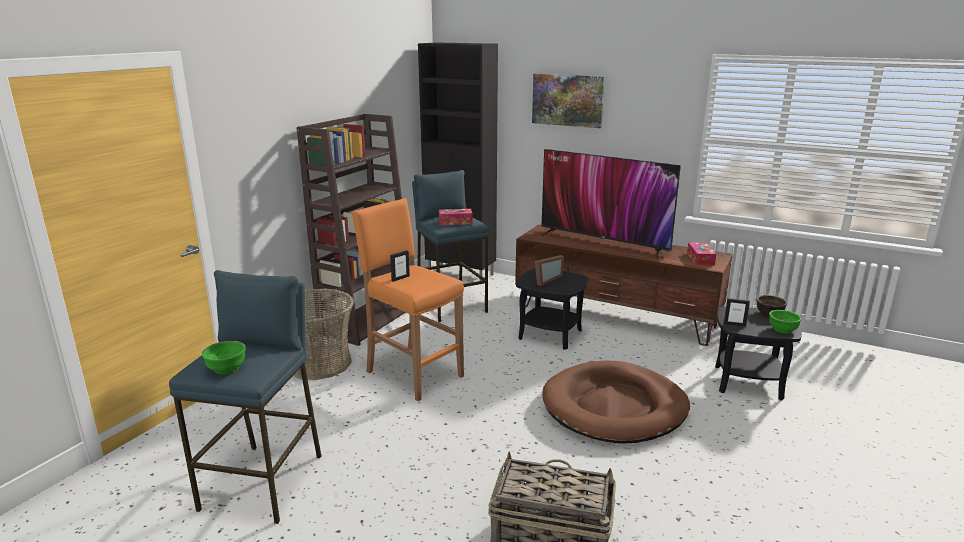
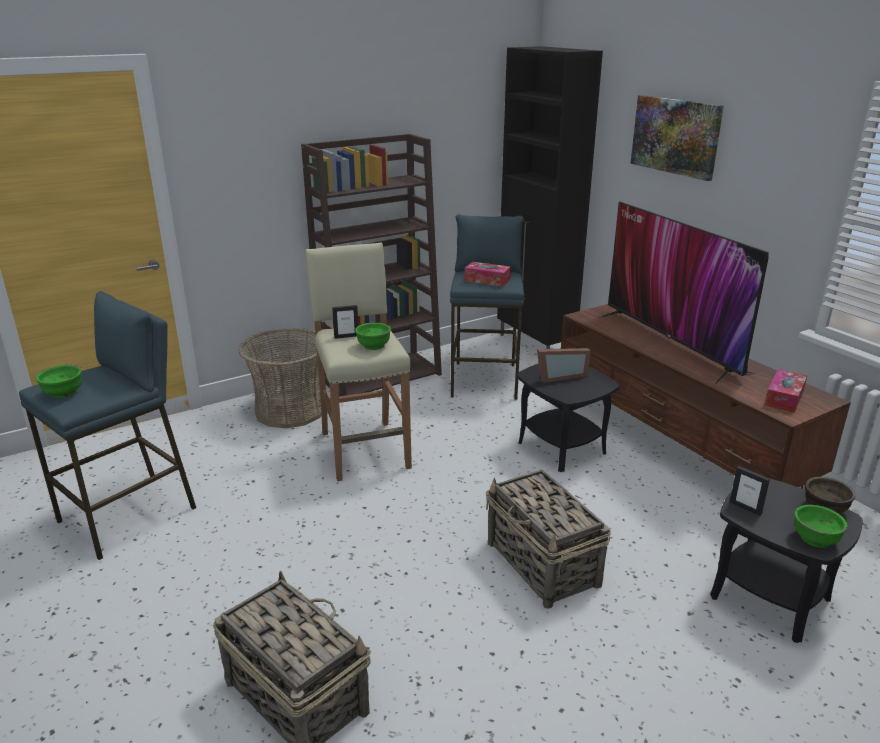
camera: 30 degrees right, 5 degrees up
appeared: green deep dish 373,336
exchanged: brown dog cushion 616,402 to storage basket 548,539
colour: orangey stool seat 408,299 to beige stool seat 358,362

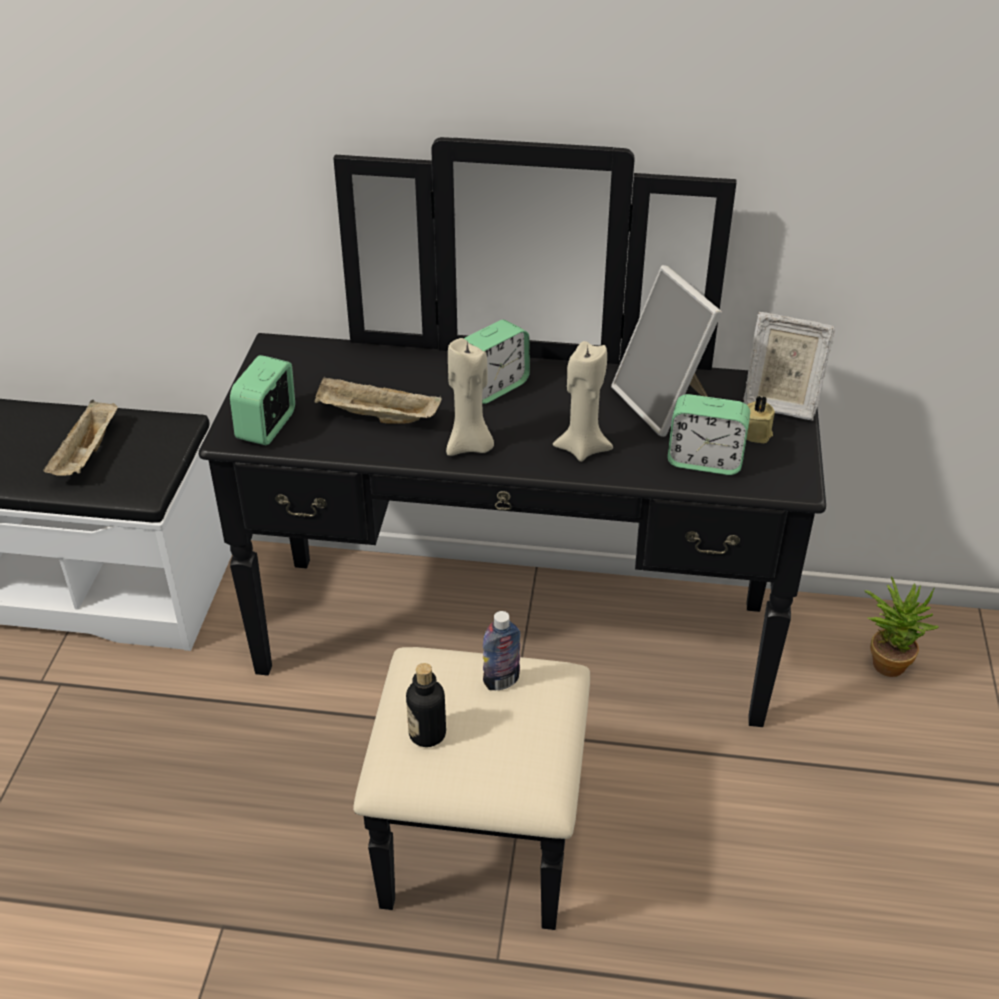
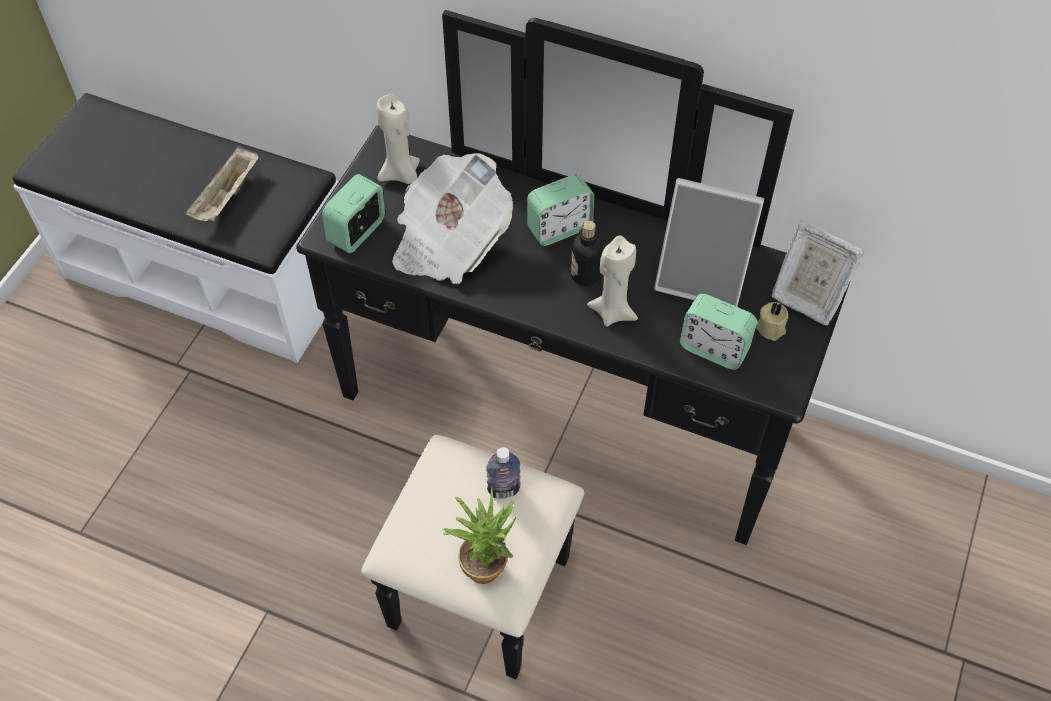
camera: 15 degrees right, 15 degrees up
relocated: beige wax candle 470,397 to 398,139; houseplant 901,626 to 479,535; drink bottle 426,705 to 587,253
exchanged: beige serving tray 378,400 to printed paper 452,218
spun: standing frame 666,351 = 709,242 60 degrees counterclockwise

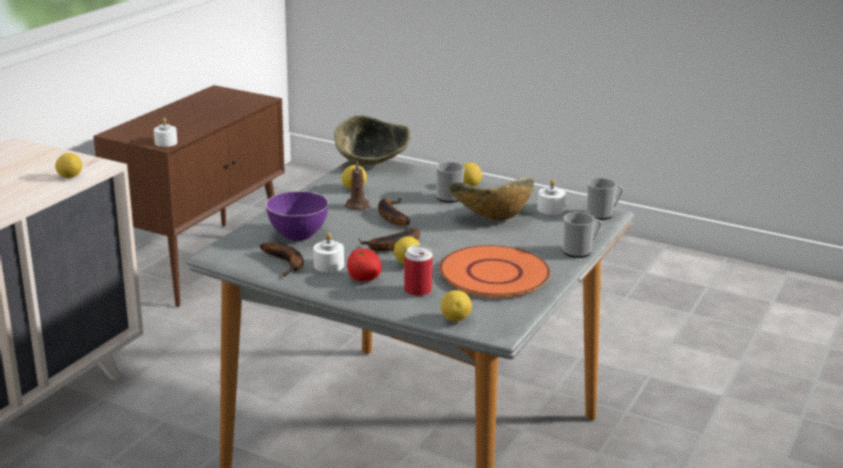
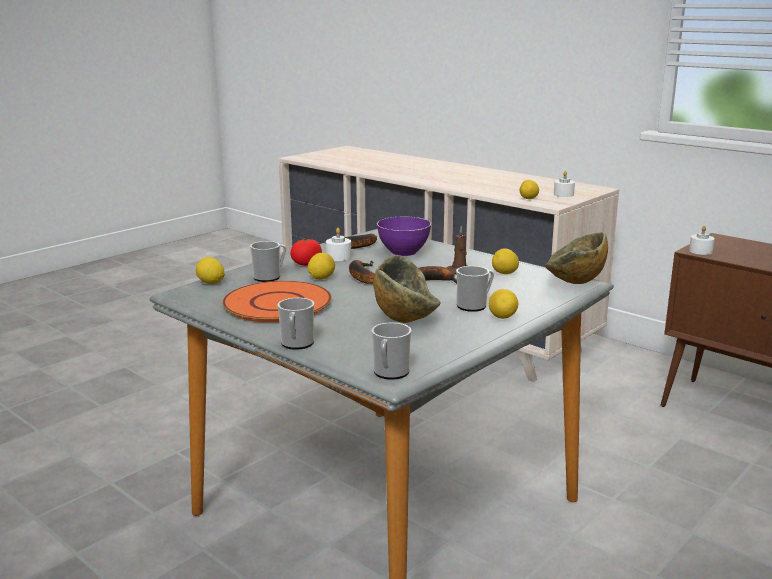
camera: 105 degrees right, 5 degrees down
relocated: whitish wax candle 551,197 to 564,184
exchanged: metal can 418,271 to mug 268,261

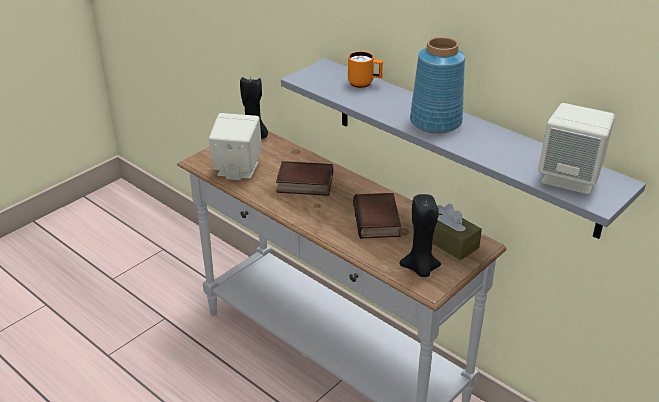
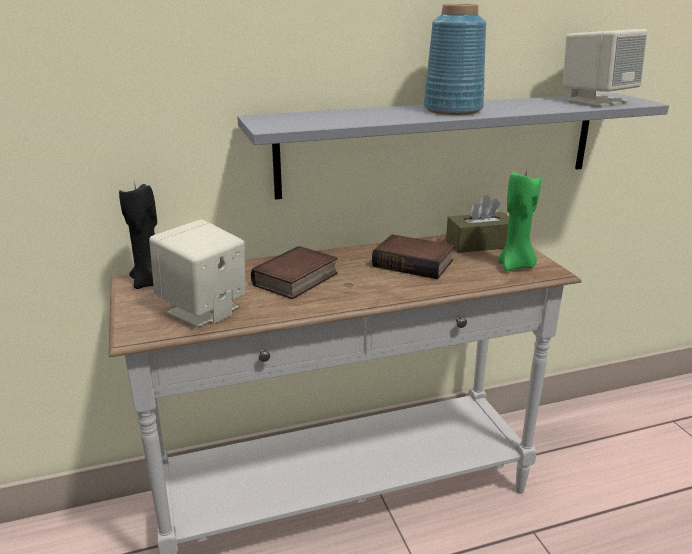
camera: 60 degrees left, 10 degrees down
missing: orangey mug 365,69
colour: black-coloured wax candle 420,235 to green wax candle 519,220

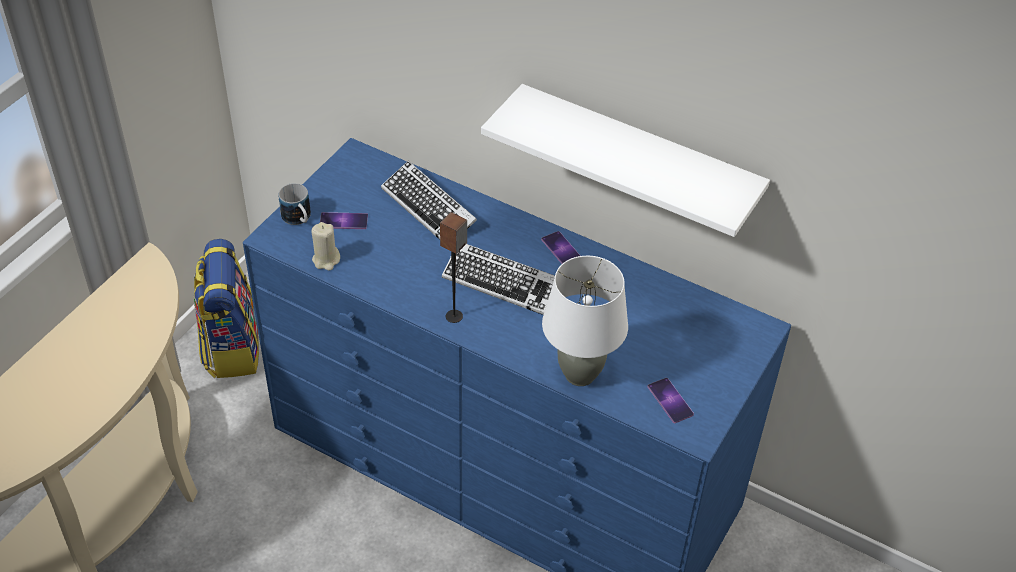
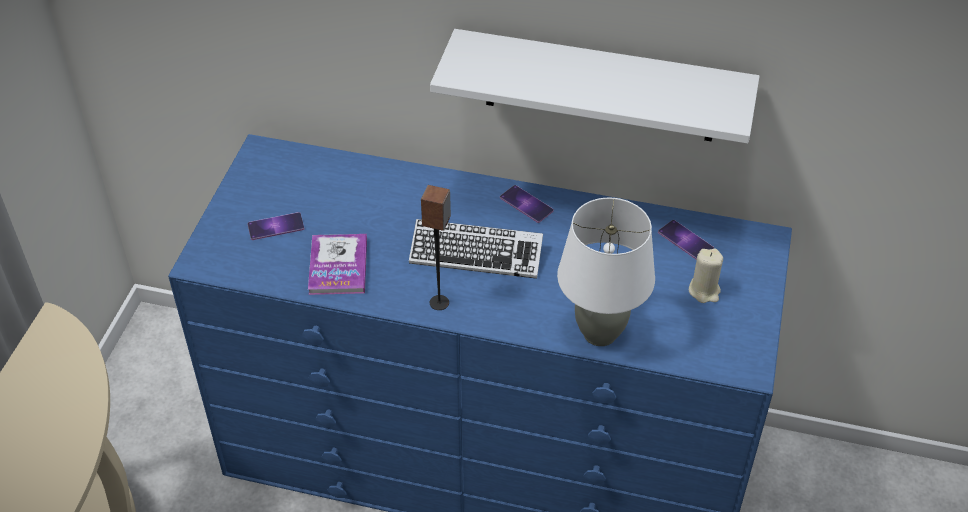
camera: 15 degrees left, 0 degrees up
missing: PC keyboard 429,200; mug 294,204; backpack 226,308
appeared: volume 337,264
relocated: beige wax candle 325,246 to 706,276; telephone 670,400 to 686,240

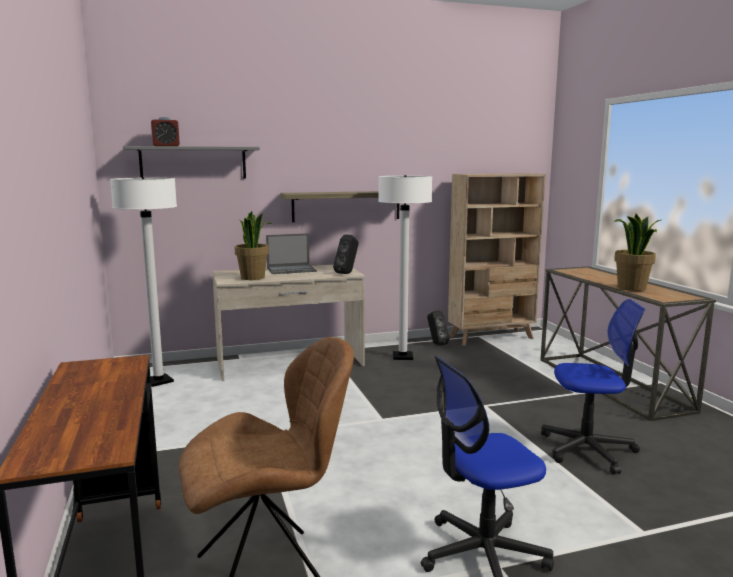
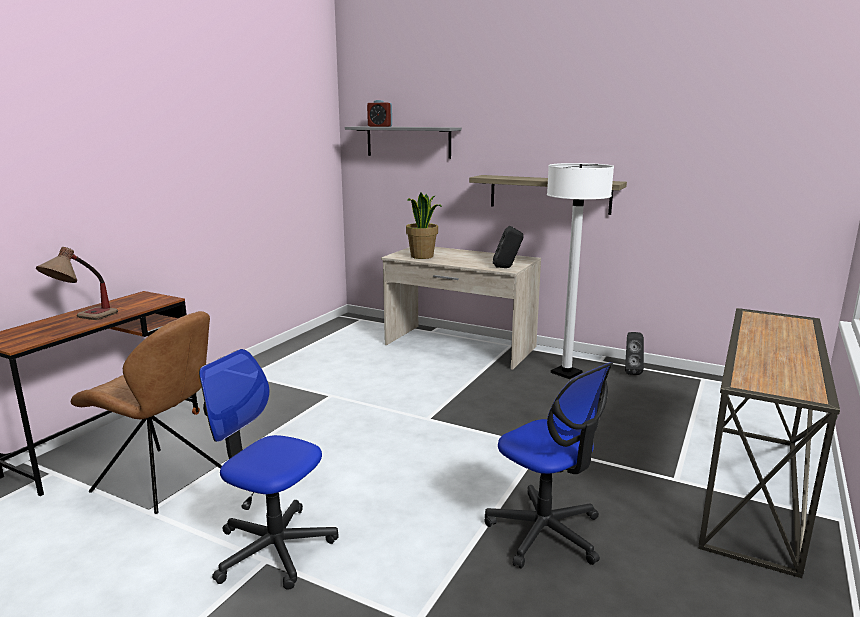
camera: 45 degrees right, 5 degrees up
missing: beige bookshelf 497,260; whitish standing lamp 143,282; houseplant 637,252; laptop 291,253
appeared: lamp for a table 77,283

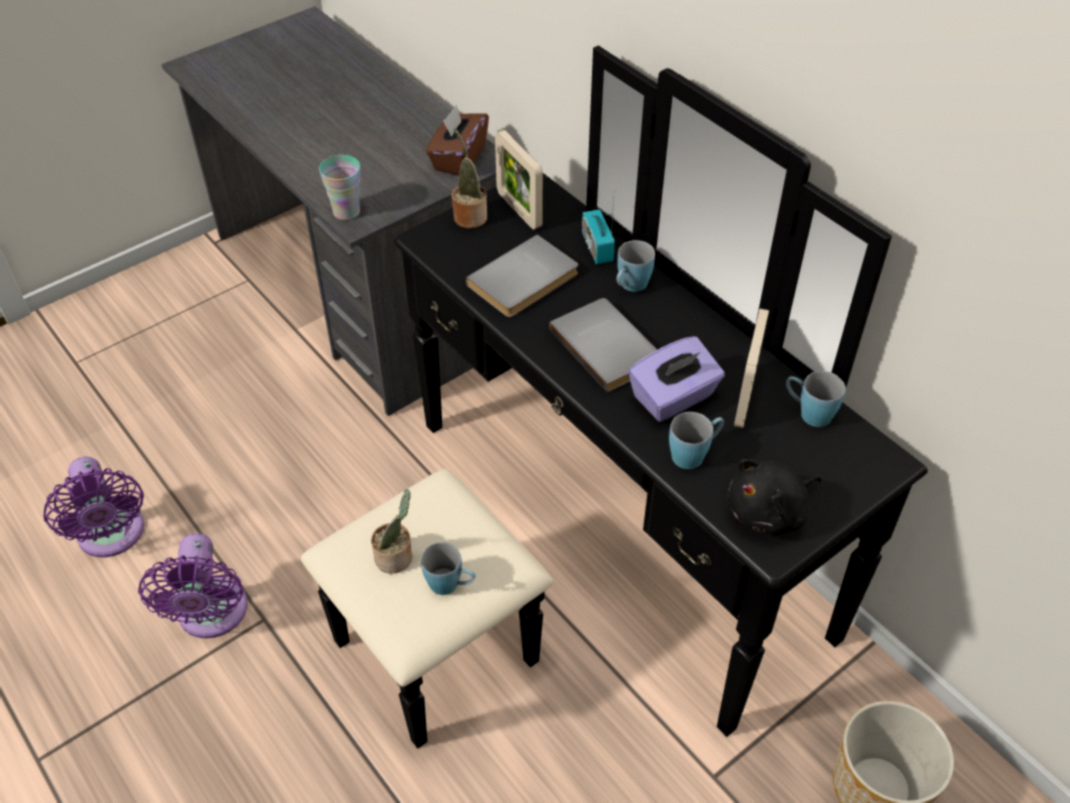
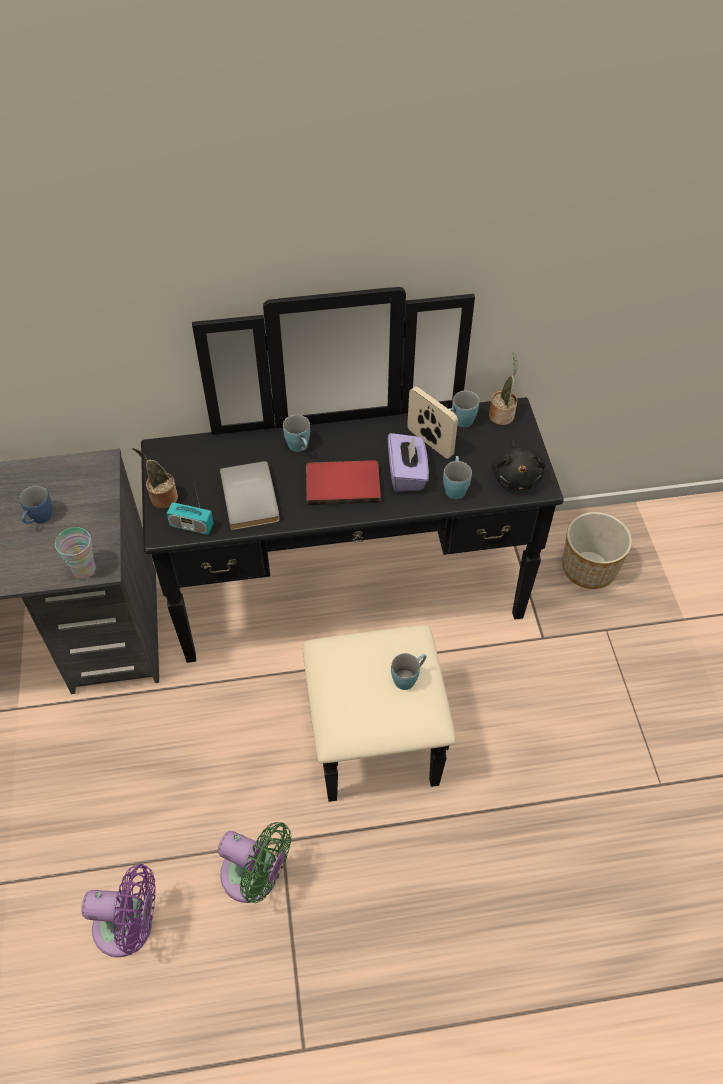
camera: 60 degrees left, 5 degrees up
missing: brown tissue box 457,140; standing frame 519,180
appeared: blue mug 35,504
relocated: radio receiver 598,231 to 190,509; houseplant 391,531 to 503,388
colour: greyish volume 603,345 to red-coloured volume 343,483; purple-coloured cooling fan 193,586 to green cooling fan 254,862

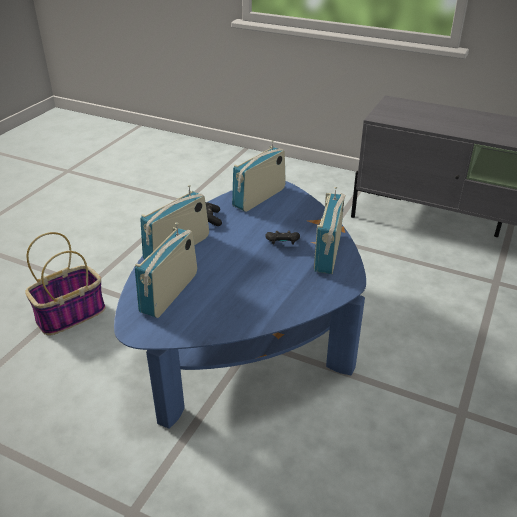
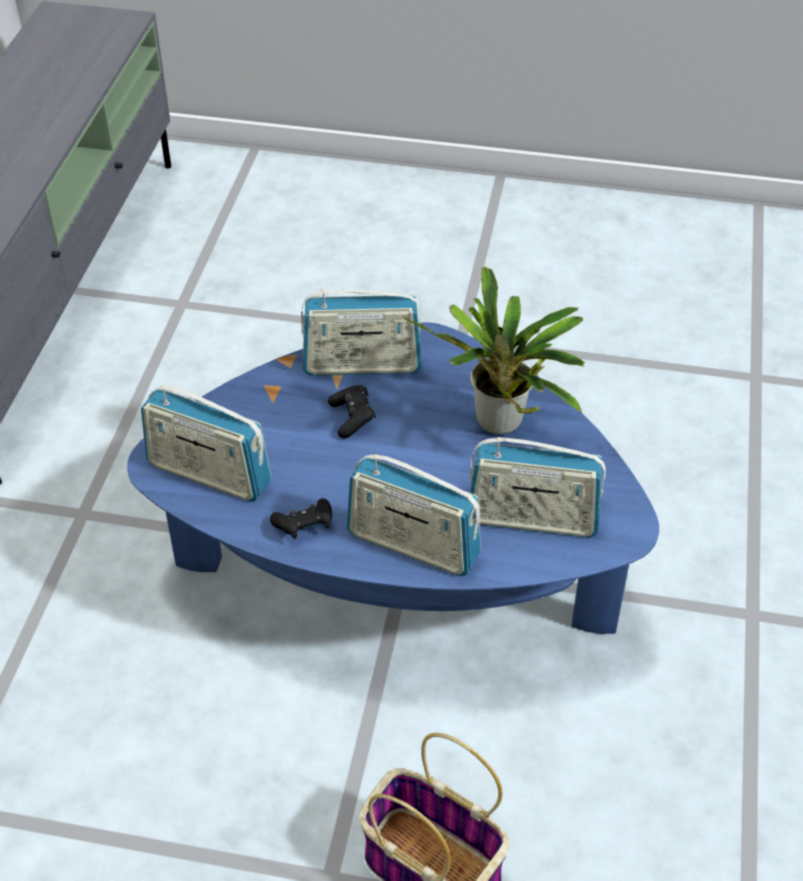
camera: 105 degrees left, 10 degrees up
appeared: houseplant 493,350

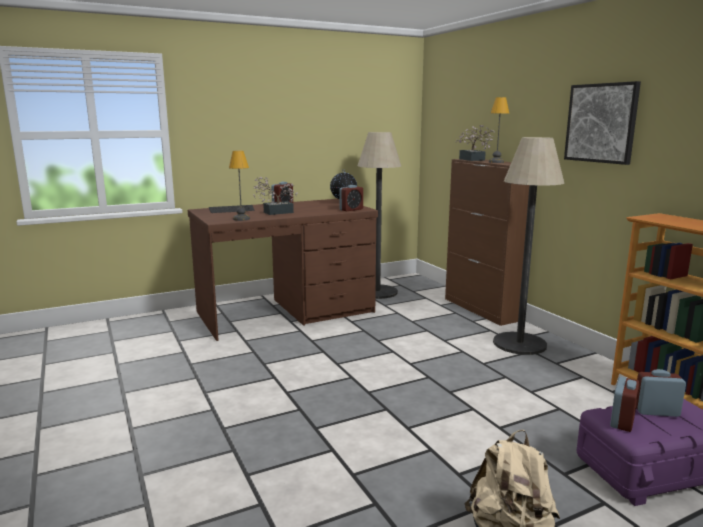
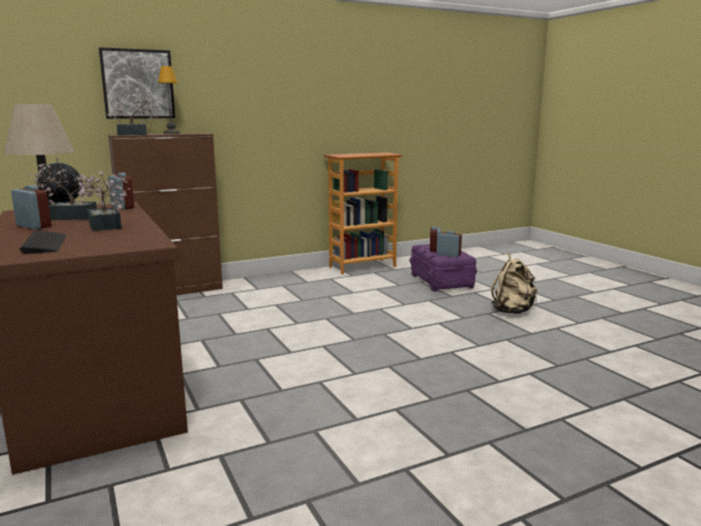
camera: 90 degrees left, 0 degrees up
missing: standing lamp 528,246; lamp for a table 239,185
appeared: houseplant 66,191
relocated: picture 602,123 to 137,83

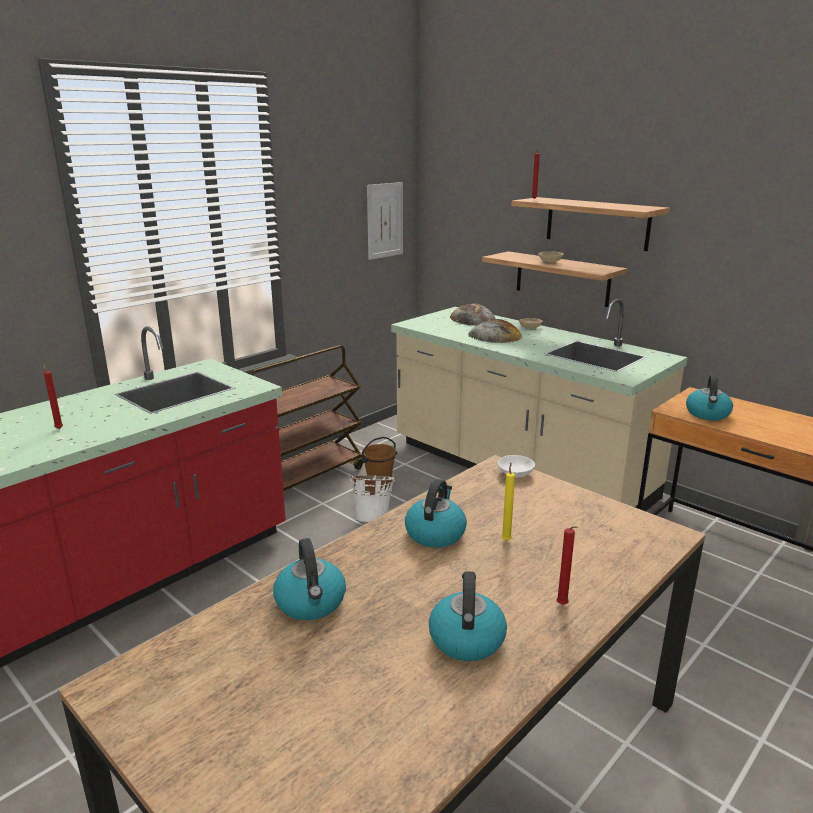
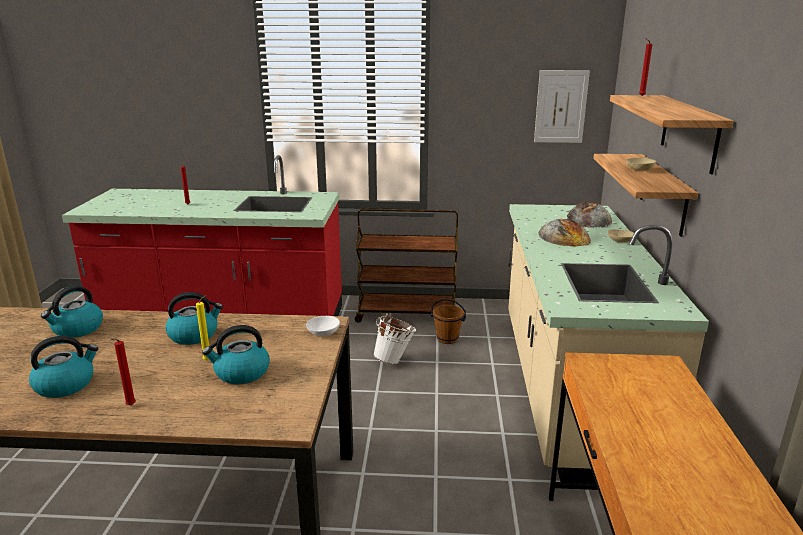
camera: 50 degrees right, 0 degrees up
relocated: water kettle 709,397 to 236,354

